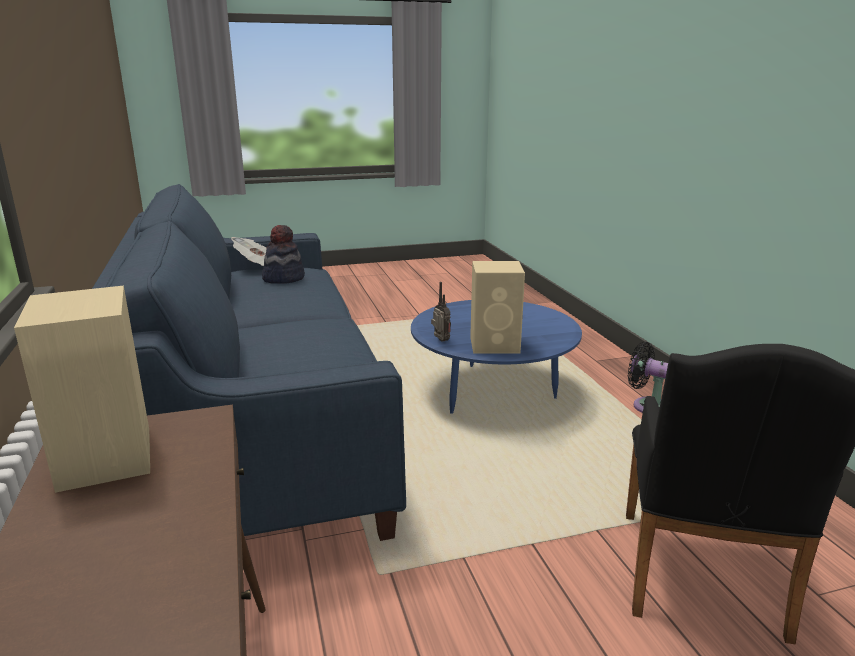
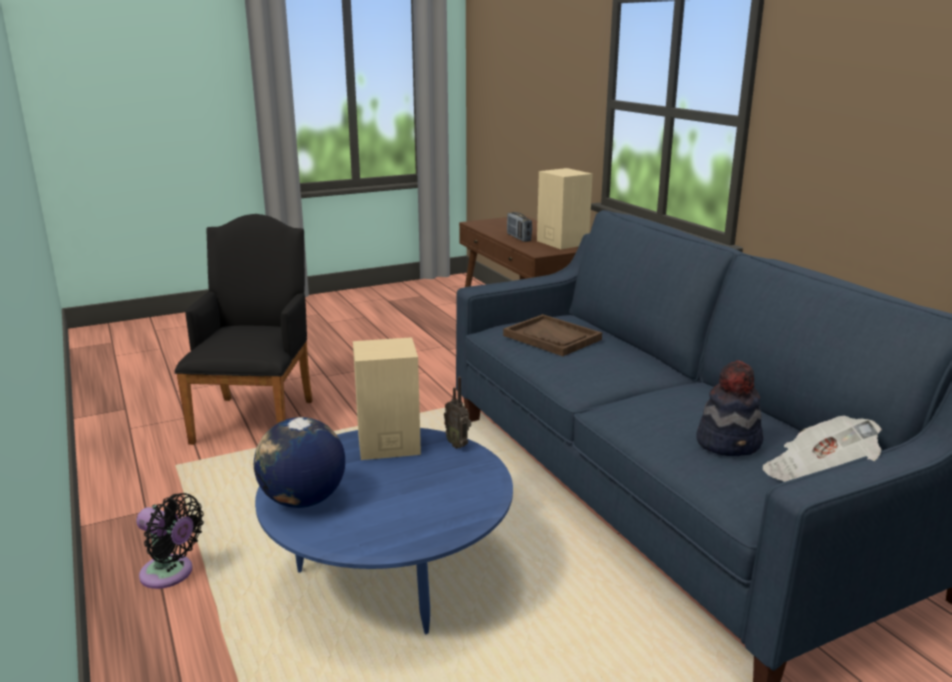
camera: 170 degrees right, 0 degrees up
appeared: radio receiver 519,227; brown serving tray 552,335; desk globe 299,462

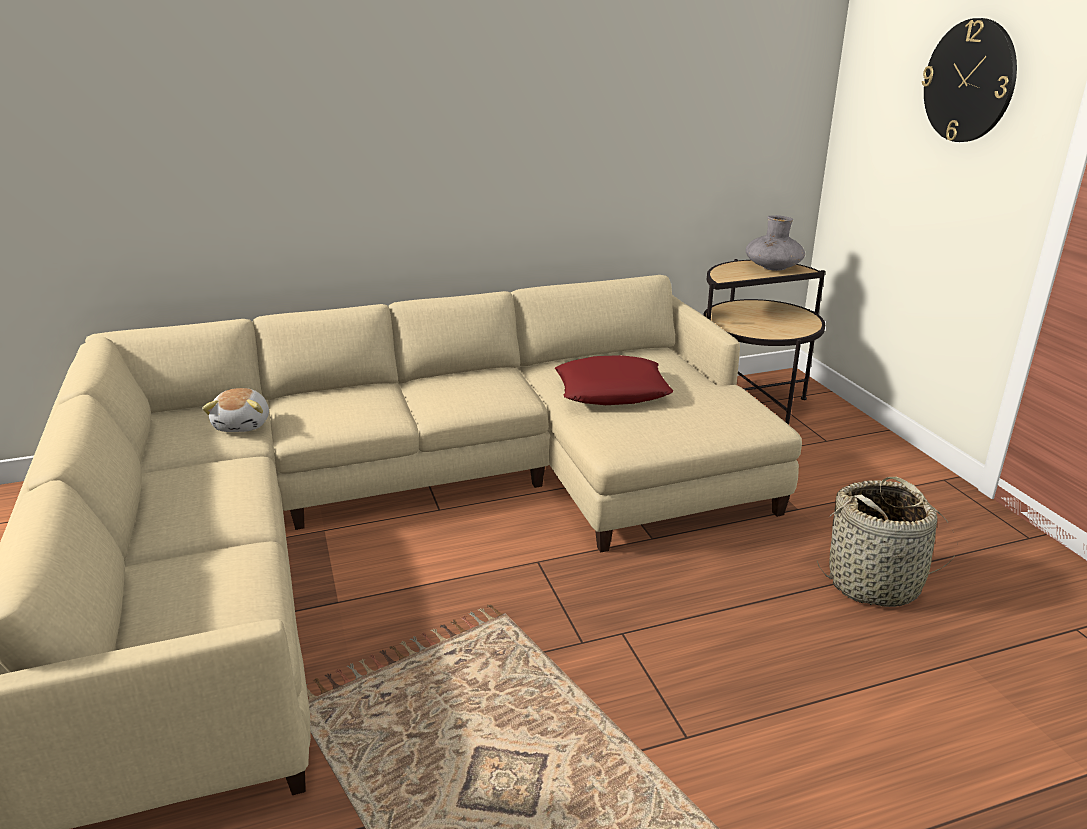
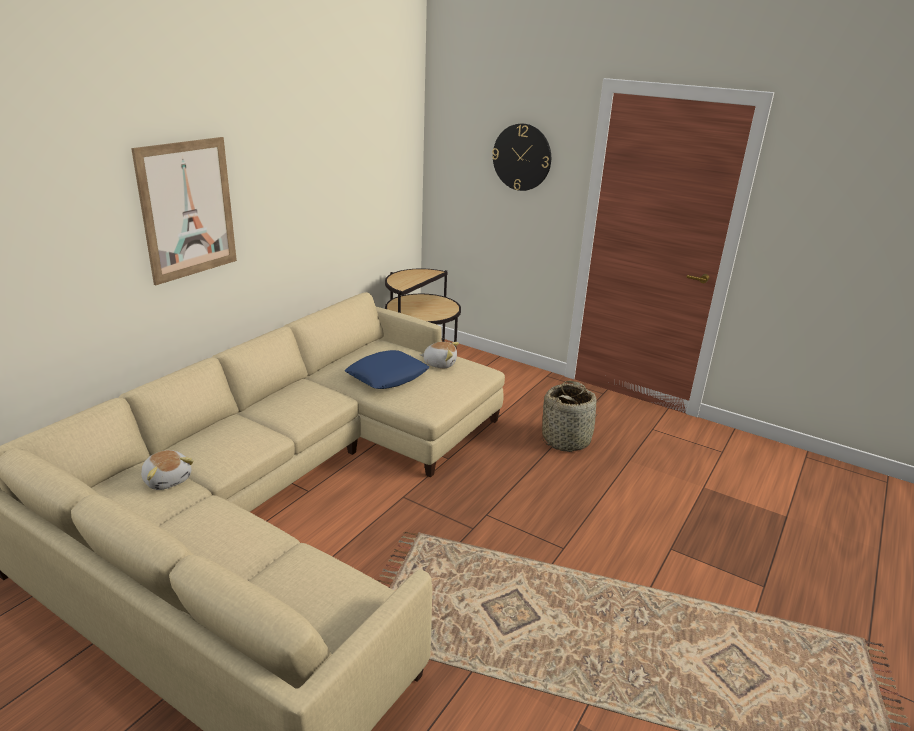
camera: 40 degrees left, 0 degrees up
missing: greyish decorative vase 775,243
appeared: picture 184,211; plush toy 439,355
colour: red-coloured pillow 614,380 to blue pillow 387,369

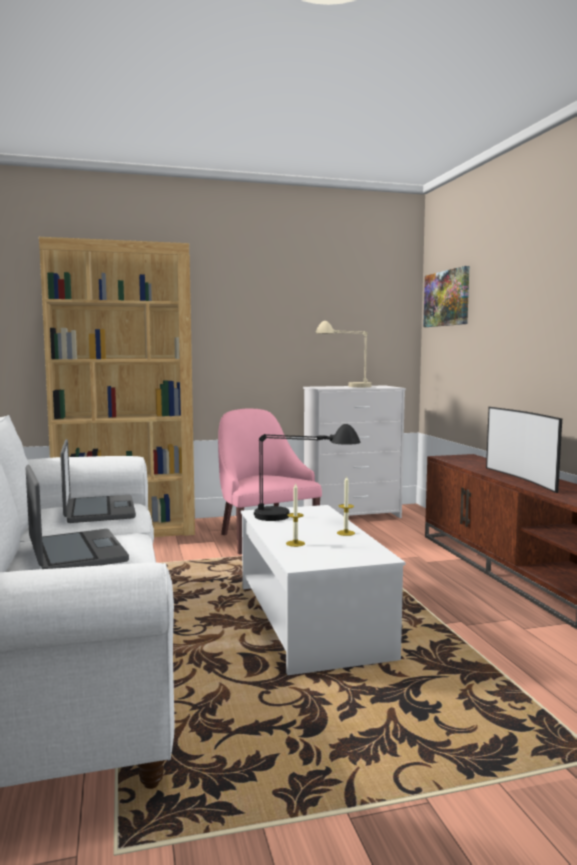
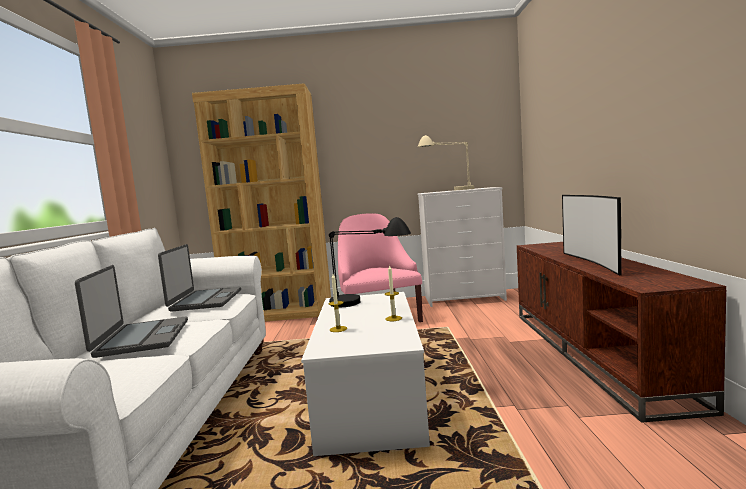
camera: 15 degrees right, 0 degrees up
missing: picture 446,296

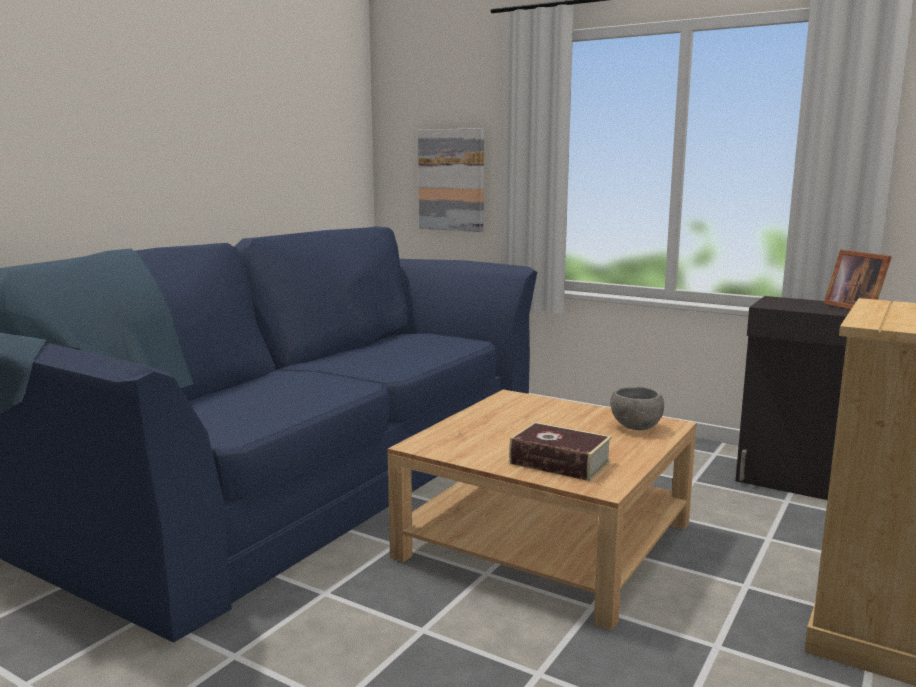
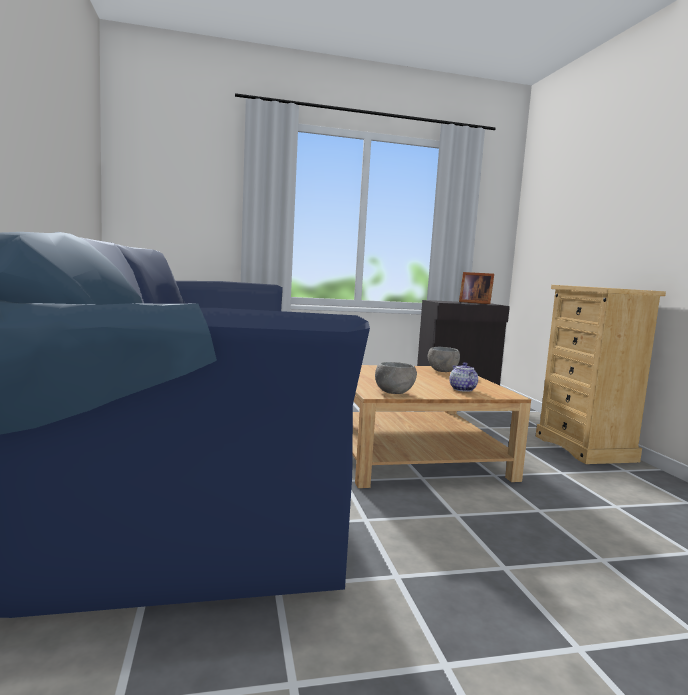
camera: 45 degrees left, 5 degrees down
missing: picture 451,180
appeared: greyish deep dish 396,378
exchanged: volume 560,451 to pot for tea 463,377

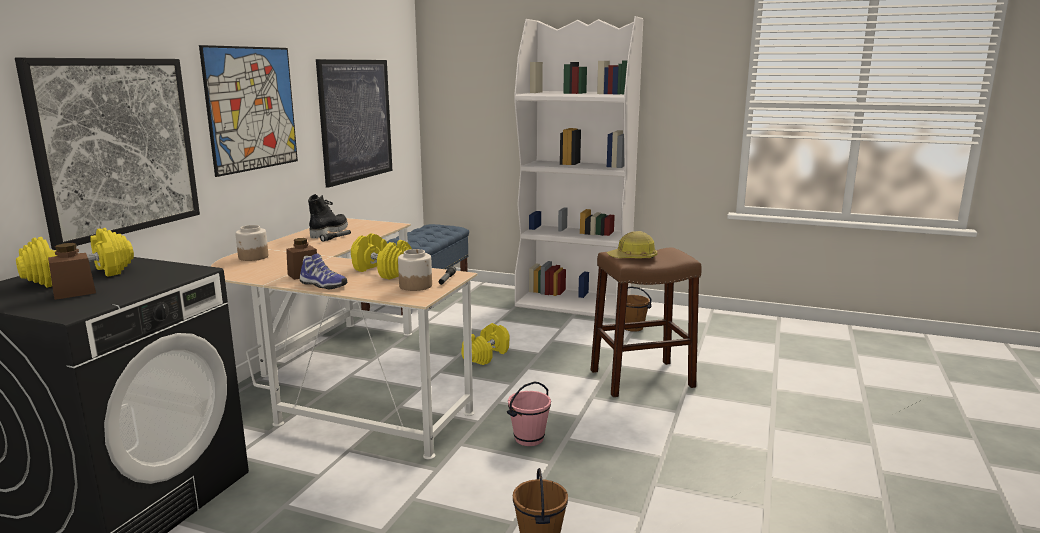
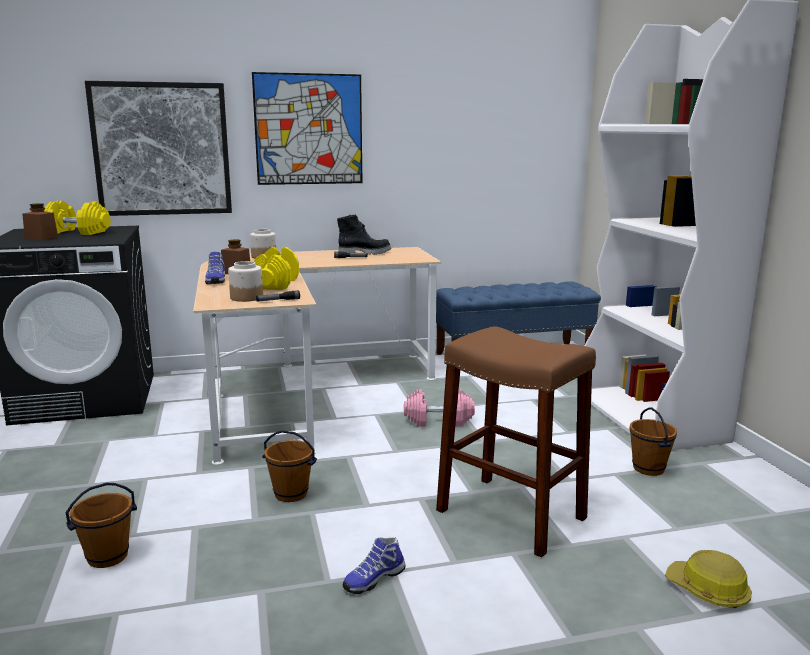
camera: 55 degrees right, 0 degrees up
missing: picture 354,123
appeared: shoe 374,565
relocated: hard hat 632,245 to 708,579
colour: yellowish dumbbell 485,344 to pink-coloured dumbbell 439,408; pink-coloured bucket 529,414 to brown bucket 289,466

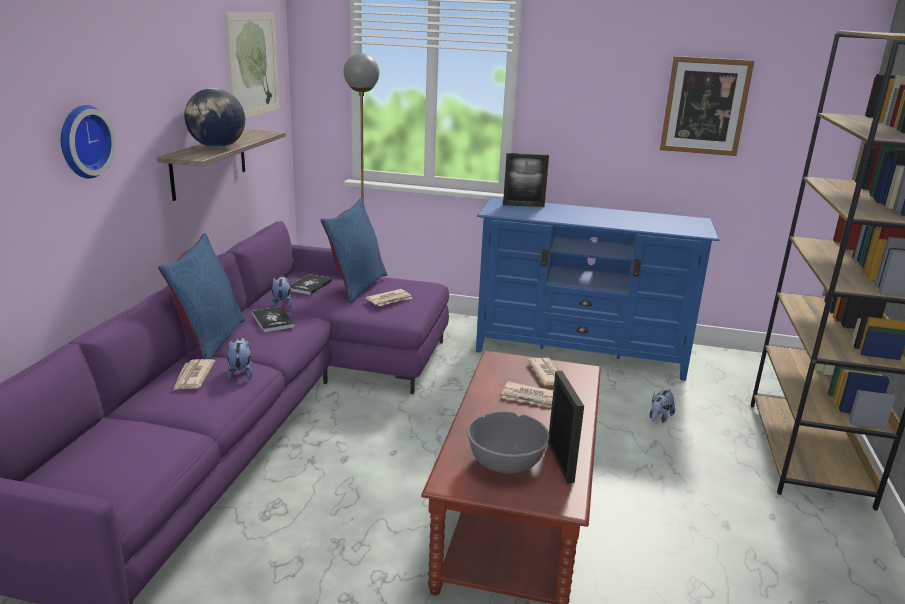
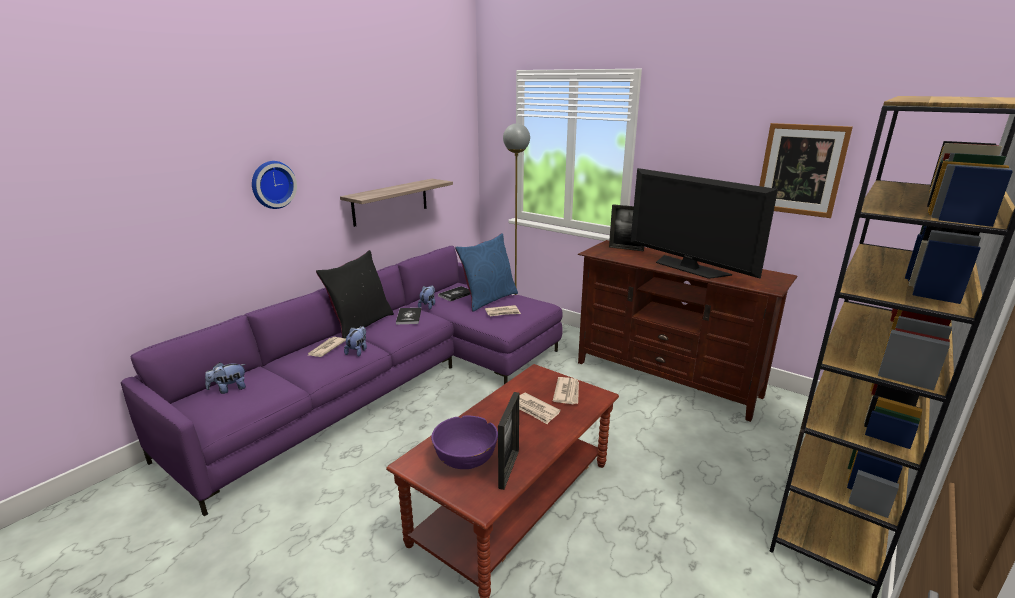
camera: 25 degrees right, 0 degrees up
missing: picture 252,66; desk globe 214,118
appeared: television 704,223
relocated: plush toy 662,406 to 225,378
colour: blue media console 598,289 to brown media console 688,331; blue pillow 201,296 to black-coloured pillow 355,294; greyish deep dish 508,442 to purple-coloured deep dish 464,442

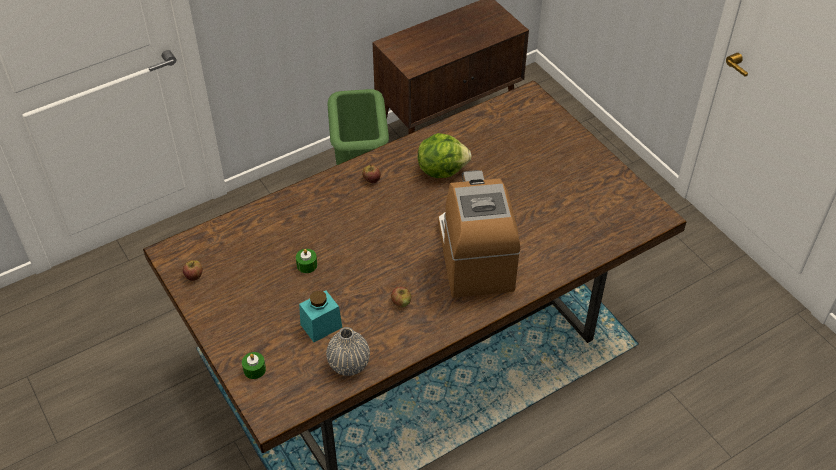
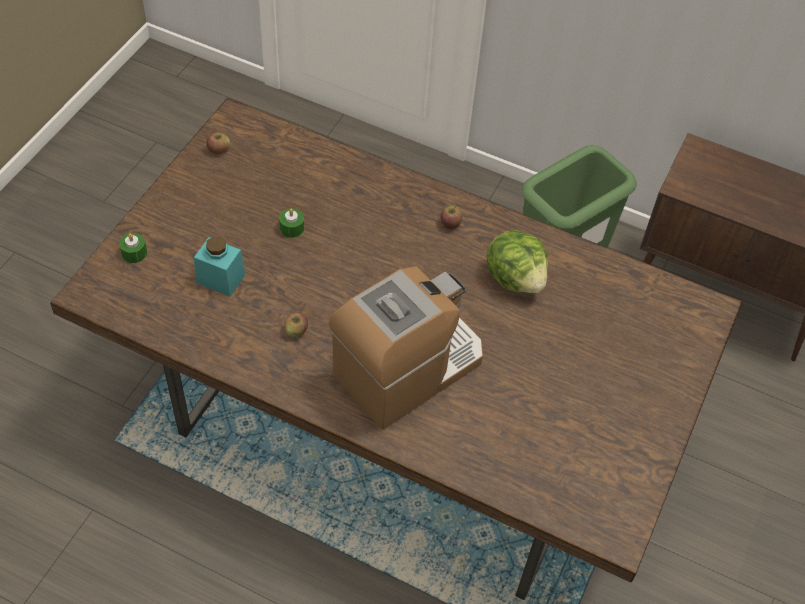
camera: 55 degrees right, 5 degrees up
missing: greyish decorative vase 348,351

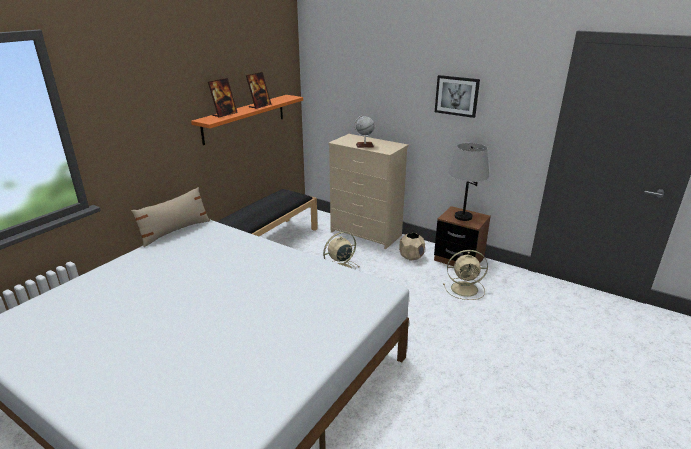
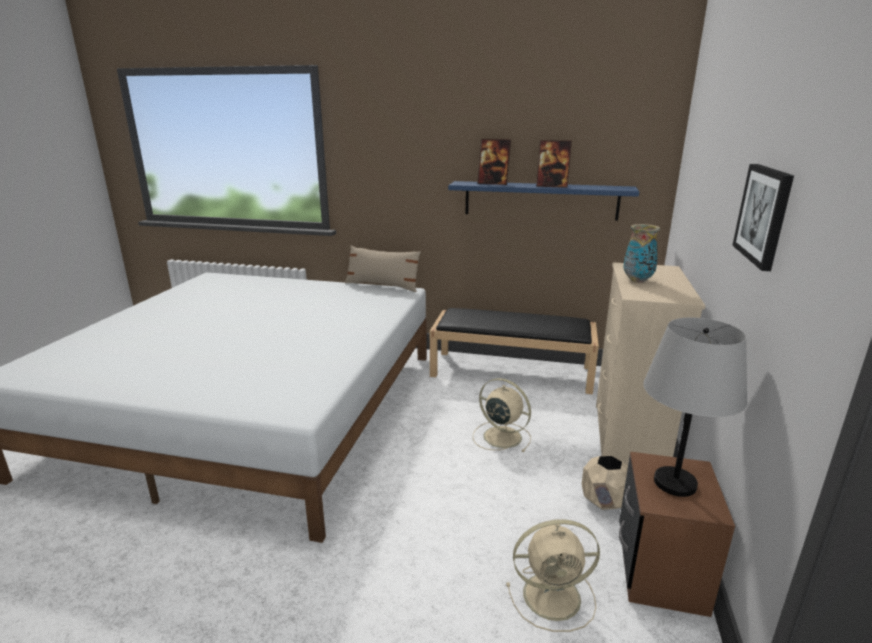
camera: 70 degrees right, 5 degrees down
exchanged: desk globe 364,132 to decorative vase 641,253
colour: orangey wall shelf 247,120 to blue wall shelf 543,201
spun: beige cooling fan 465,275 = 553,575 75 degrees counterclockwise

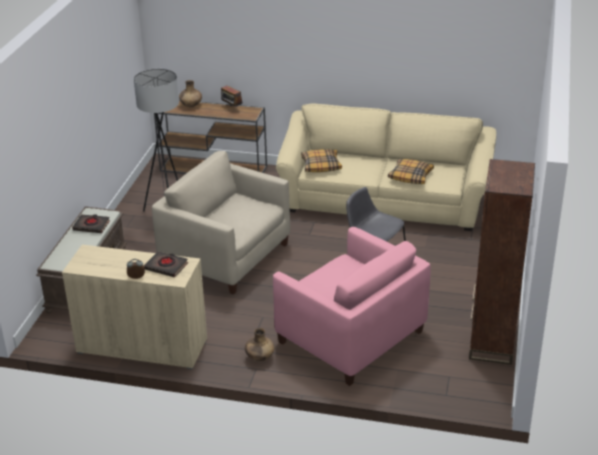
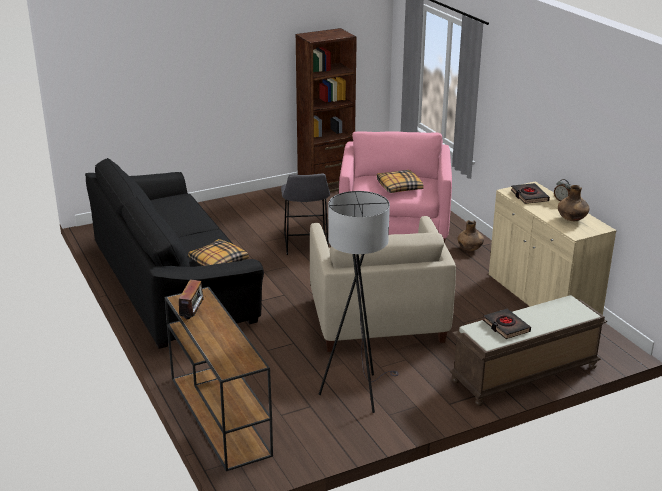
camera: 130 degrees left, 5 degrees down
relocated: brown decorative vase 190,93 to 574,203; pillow 411,171 to 400,181
colour: beige couch 386,167 to black-coloured couch 174,253

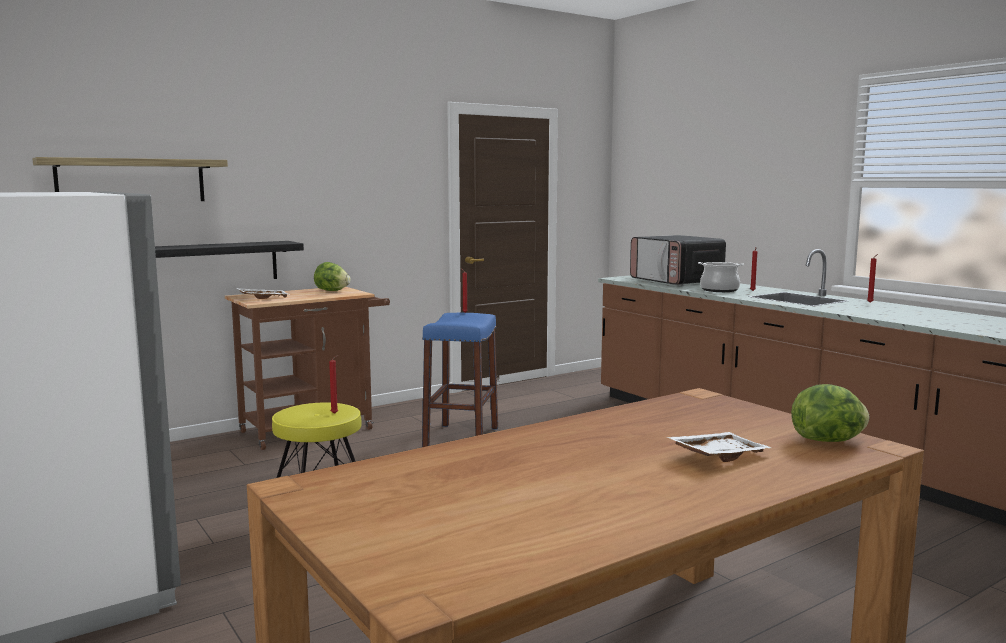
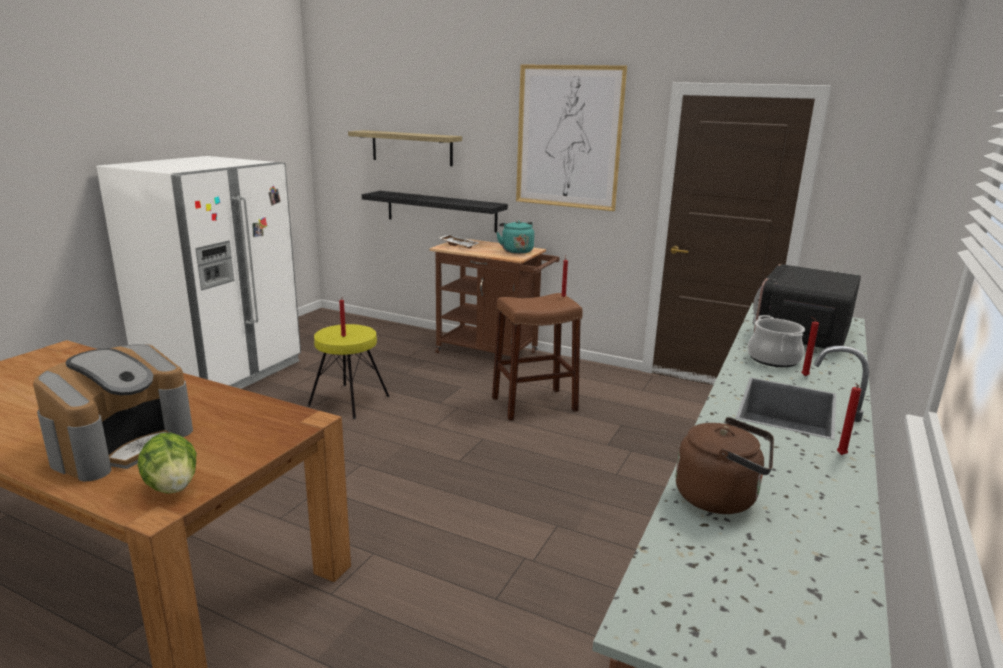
camera: 60 degrees right, 10 degrees up
appeared: picture 571,137; brown water kettle 724,465
exchanged: head of lettuce 332,276 to blue-green water kettle 515,237; whitish serving tray 719,447 to coffee maker 113,412
colour: blue stool seat 460,380 to brown stool seat 537,357

